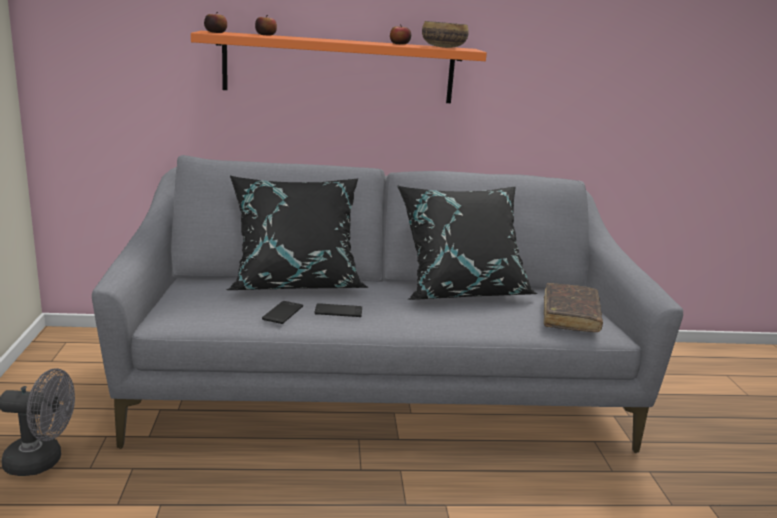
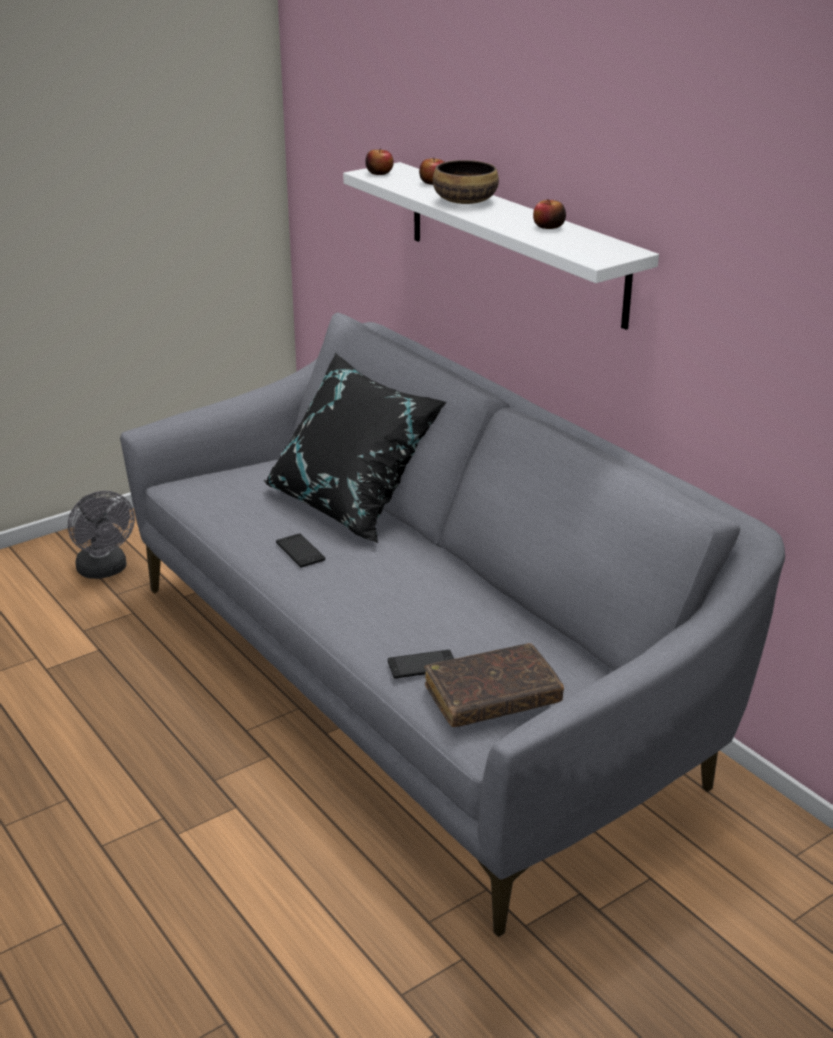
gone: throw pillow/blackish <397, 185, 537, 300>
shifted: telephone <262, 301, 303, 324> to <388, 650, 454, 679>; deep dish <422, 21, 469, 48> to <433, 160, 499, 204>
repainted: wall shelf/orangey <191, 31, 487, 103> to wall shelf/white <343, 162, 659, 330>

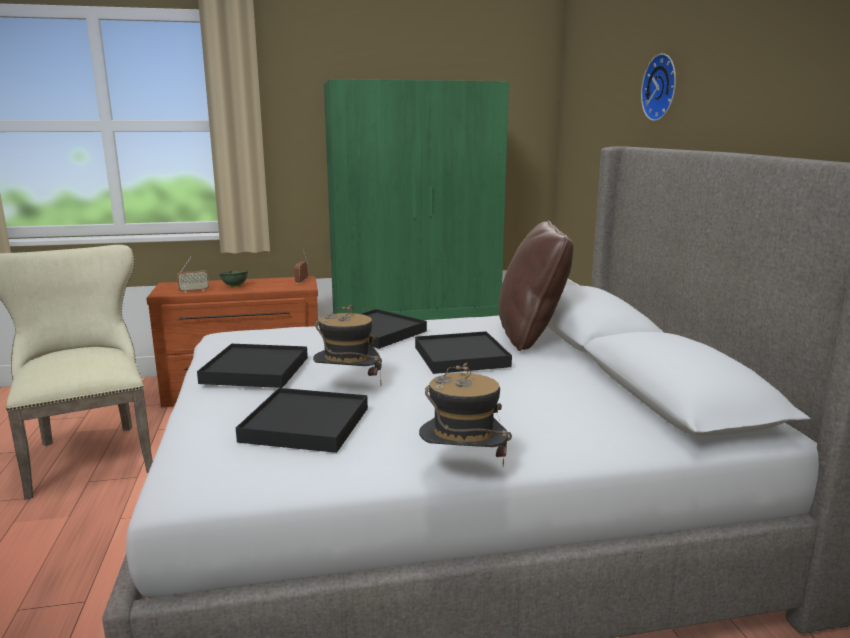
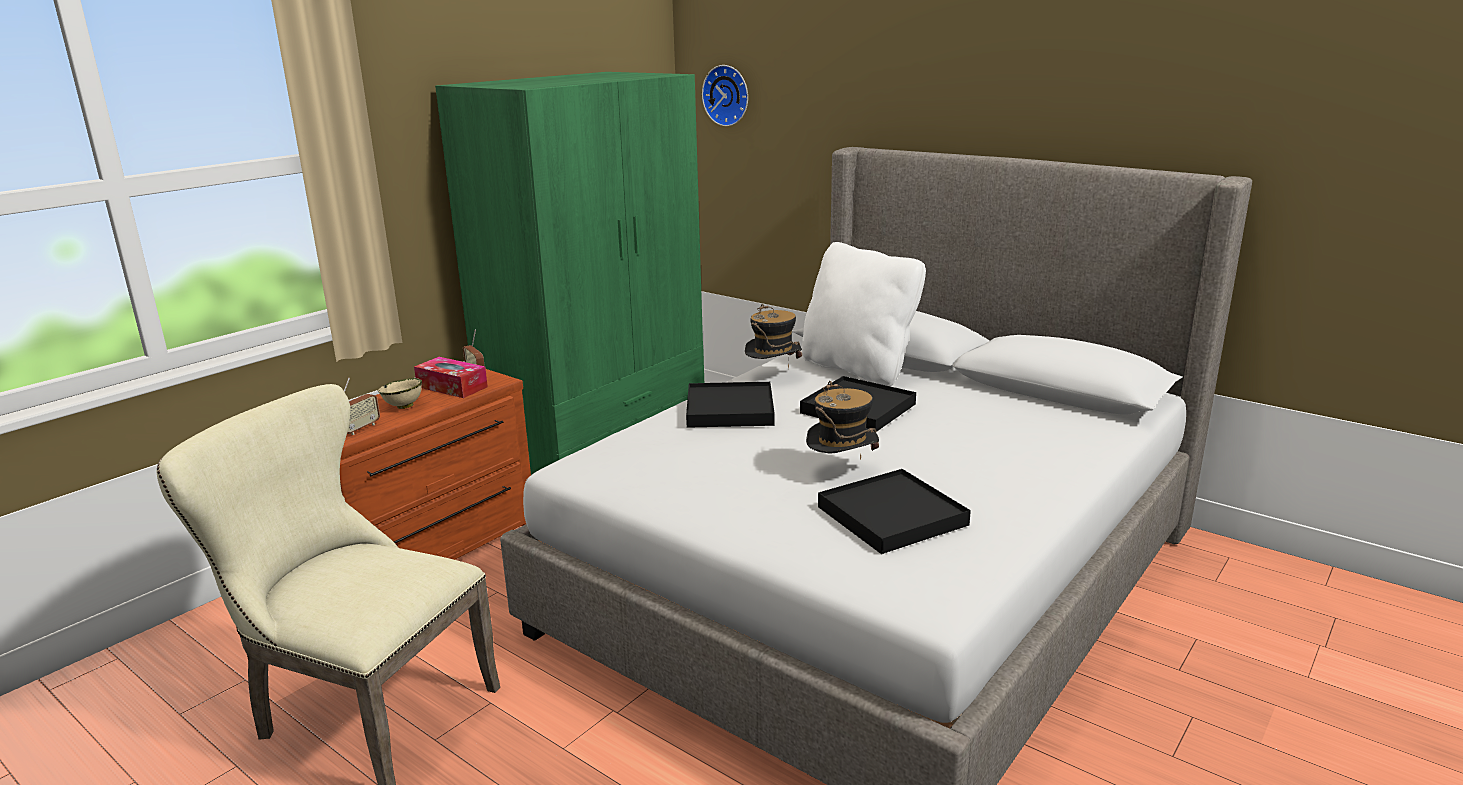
gone: serving tray/blackish <197, 344, 308, 388>
new: tissue holder <414, 357, 488, 398>
shifted: hanging clock <641, 53, 676, 121> to <702, 65, 748, 127>; clothing hat <419, 363, 512, 466> to <745, 304, 802, 369>
repainted: deep dish/green <219, 270, 248, 288> to deep dish/beige-coloured <378, 378, 422, 409>; throw pillow/brownish <499, 220, 574, 351> to throw pillow/white <802, 242, 926, 386>

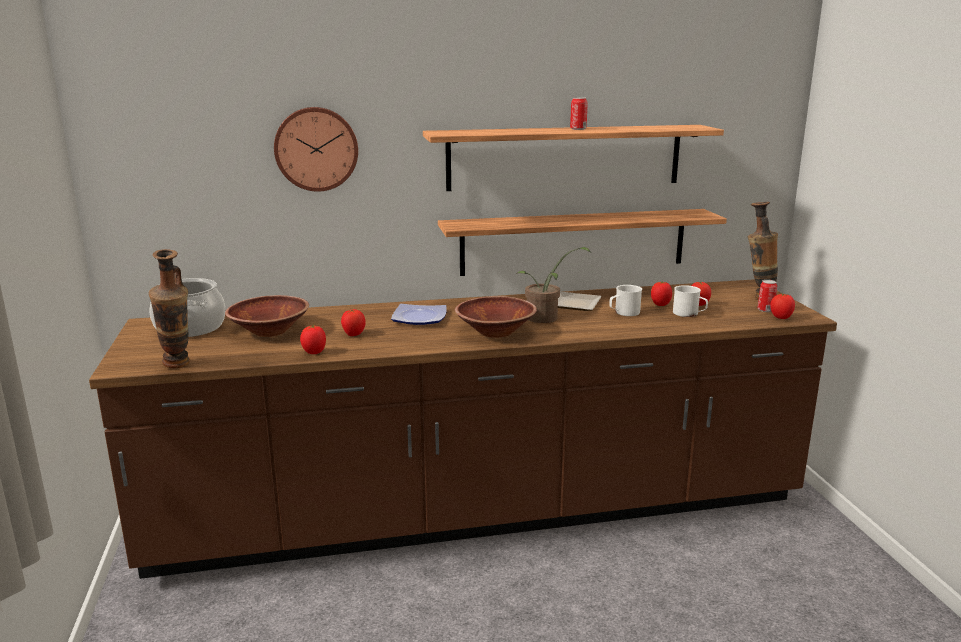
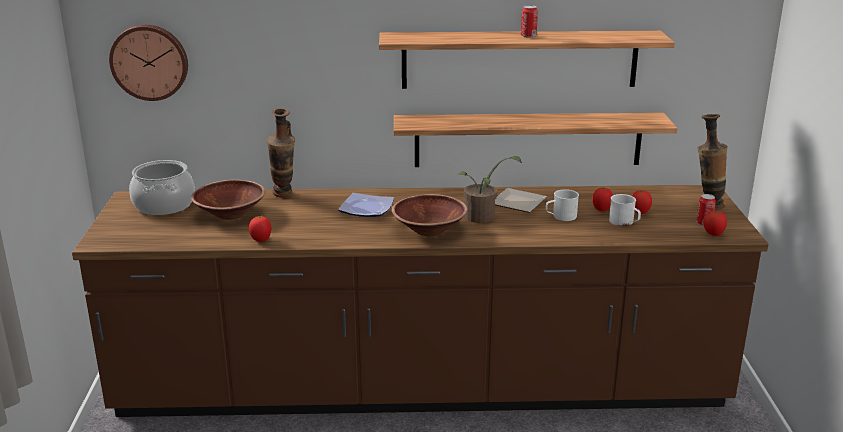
gone: tomato <341, 309, 366, 336>
shifted: hanging clock <274, 107, 358, 192> to <109, 25, 188, 101>; flower vase <149, 249, 189, 369> to <267, 108, 295, 198>

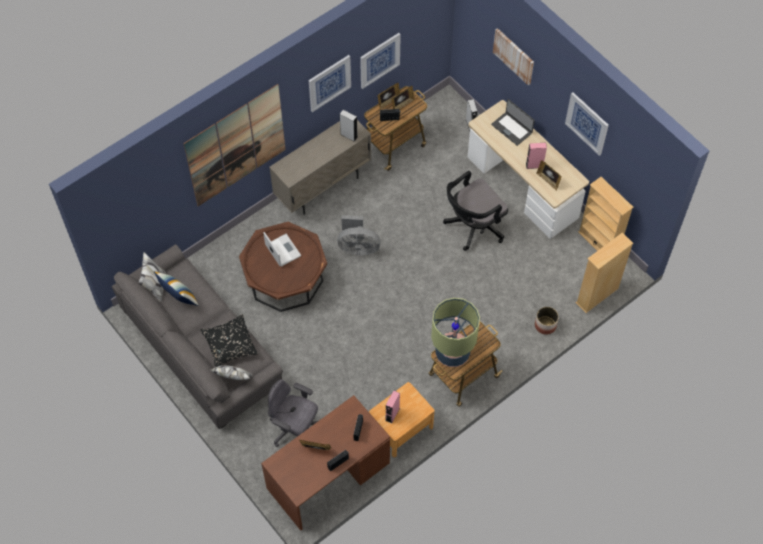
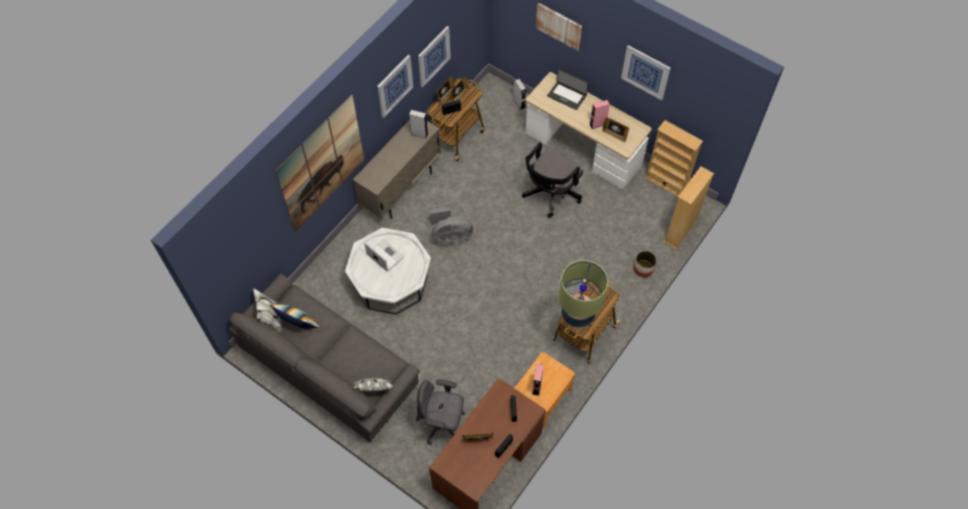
gone: throw pillow/blackish <200, 314, 258, 367>
repainted: low table/brownish <239, 222, 327, 312> to low table/white <345, 228, 431, 315>

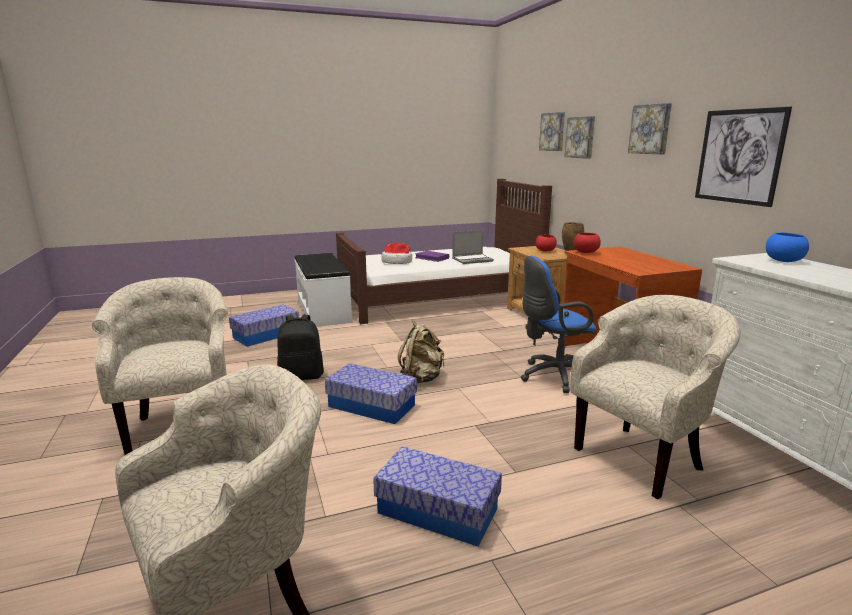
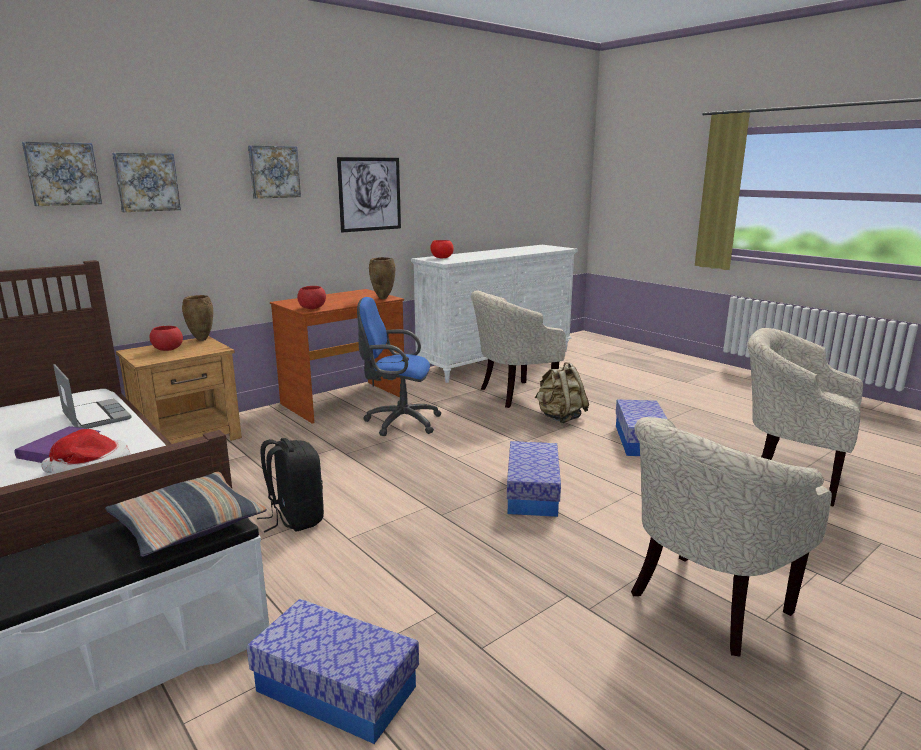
new: throw pillow <105, 472, 267, 557>; flower vase/brownish <369, 257, 395, 299>
shifted: rucksack/blackish <277, 315, 324, 380> to <257, 438, 324, 532>; rucksack/beige-coloured <398, 320, 444, 383> to <535, 362, 589, 423>
repainted: deep dish/blue <766, 232, 809, 262> to deep dish/reddish <430, 240, 454, 258>
rotated: computer chair/blue <521, 256, 597, 393> = <357, 297, 442, 436> 135 degrees clockwise; armchair/beige-coloured <570, 295, 741, 500> = <471, 290, 566, 408> 60 degrees counterclockwise

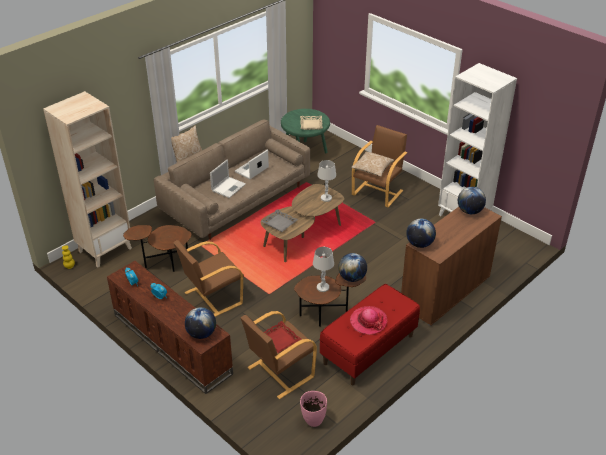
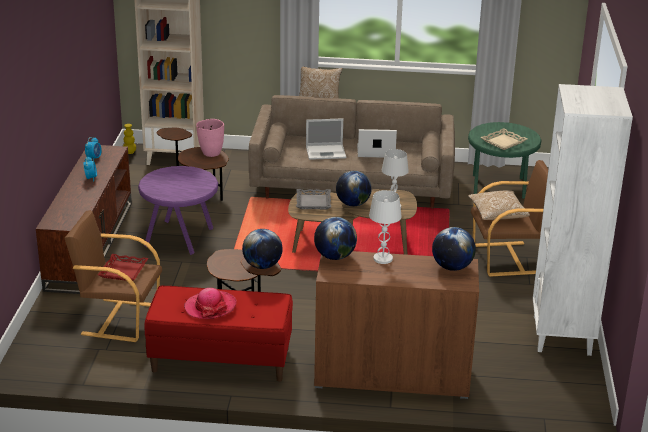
shifted: flower vase/pink-coloured <300, 391, 327, 427> to <196, 119, 224, 157>; desk globe <185, 307, 216, 339> to <336, 171, 372, 206>; lamp for a table/white <313, 247, 334, 292> to <369, 190, 402, 264>
swapped: armchair/brownish <173, 240, 244, 317> to accent table/purple <138, 166, 218, 255>

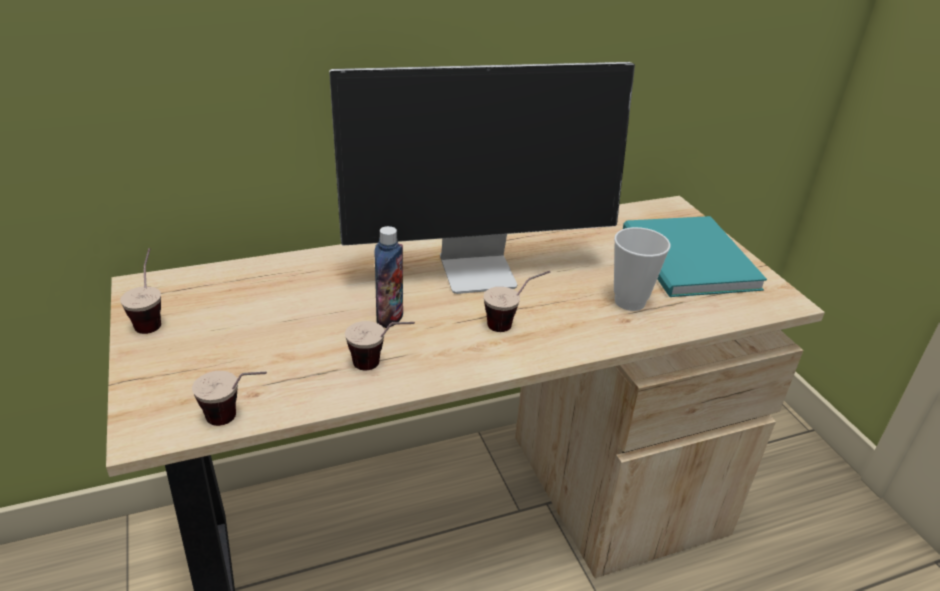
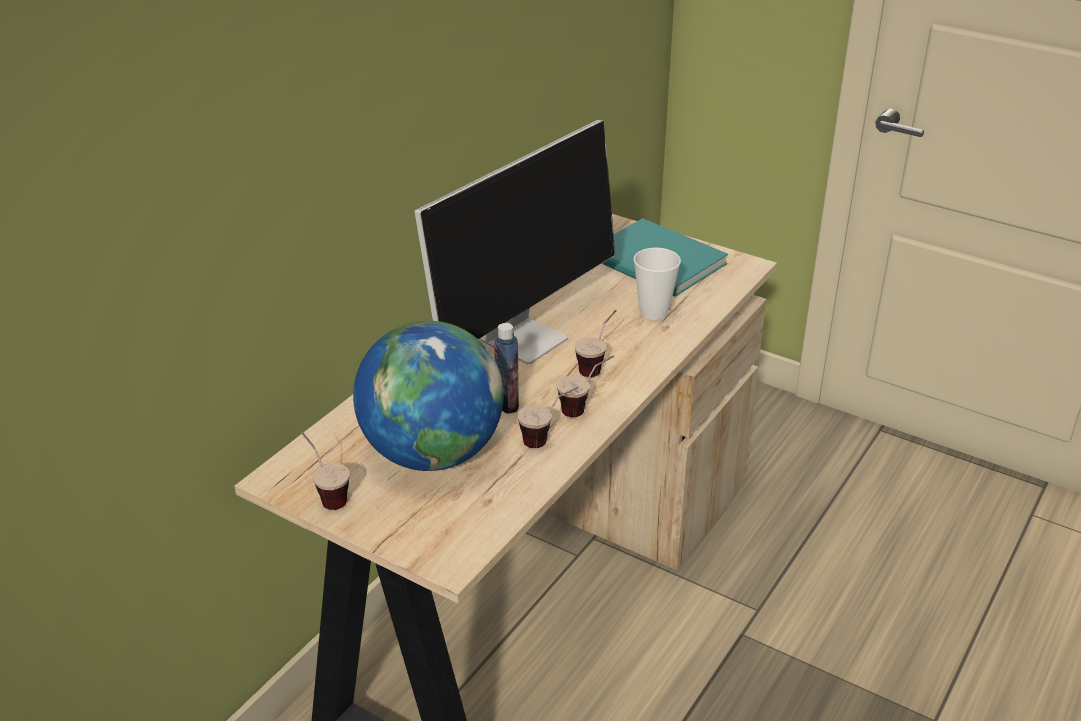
new: desk globe <353, 321, 504, 471>
shifted: cup <192, 371, 267, 426> to <557, 356, 614, 417>

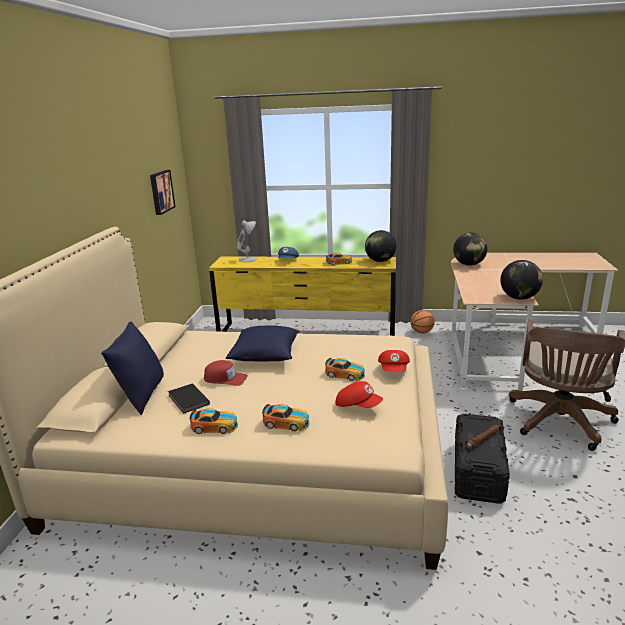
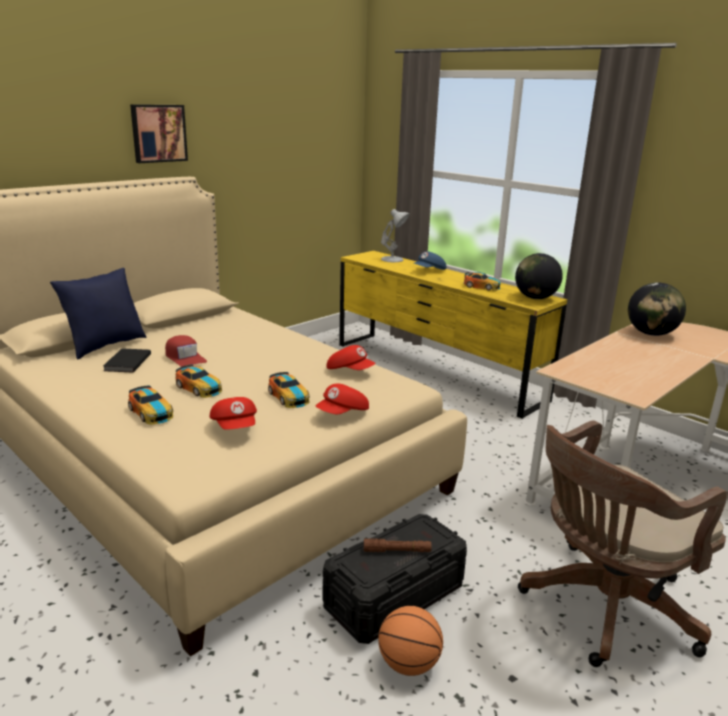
gone: throw pillow/blue <226, 325, 299, 362>; desk globe <500, 260, 543, 300>
new: cap/reddish <327, 345, 376, 370>
shifted: wall picture <150, 170, 175, 215> to <130, 104, 188, 163>; miniature car <190, 408, 238, 434> to <175, 364, 222, 398>; basketball ball <410, 310, 435, 333> to <378, 606, 443, 676>

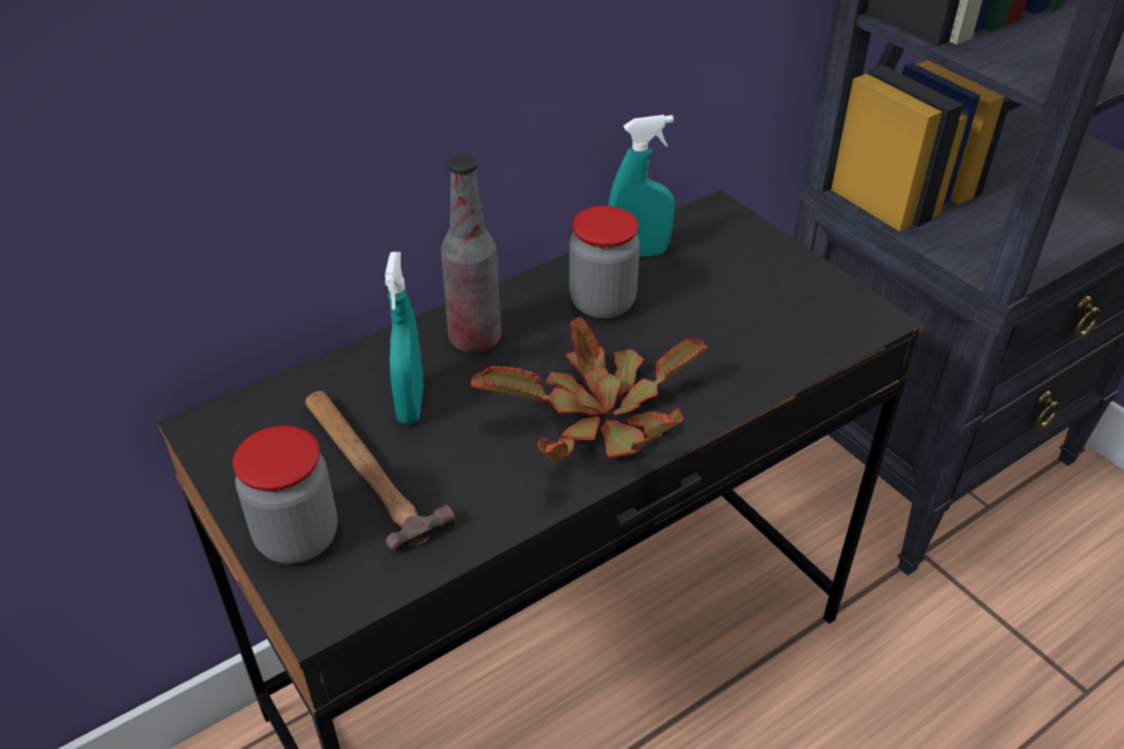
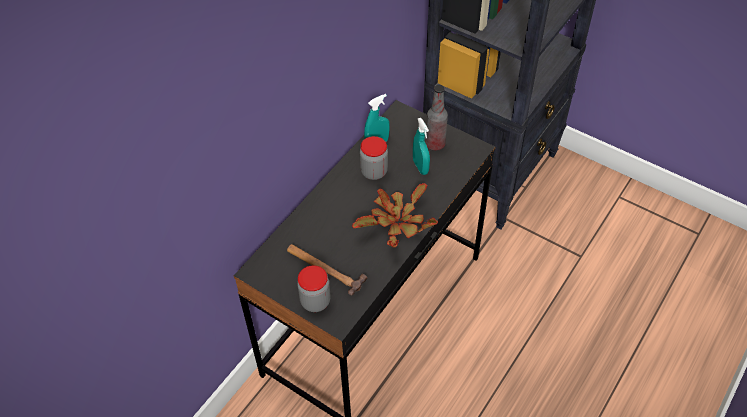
shifted: spray bottle/blue-green <385, 252, 424, 424> to <413, 118, 430, 175>; bottle <441, 155, 501, 353> to <425, 85, 448, 151>

